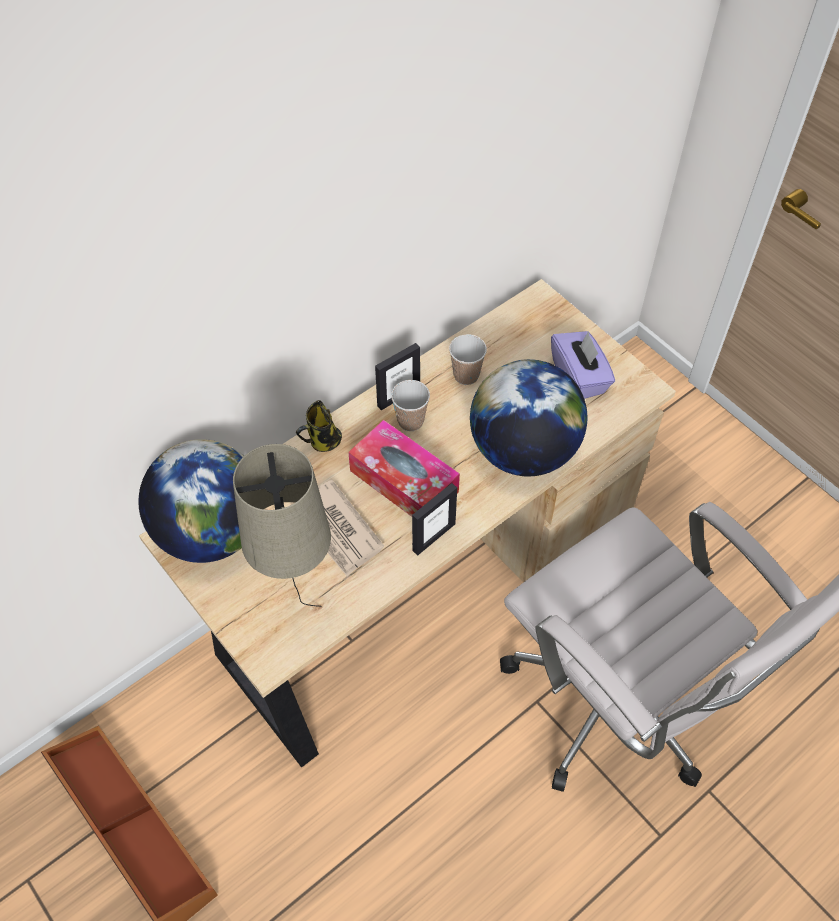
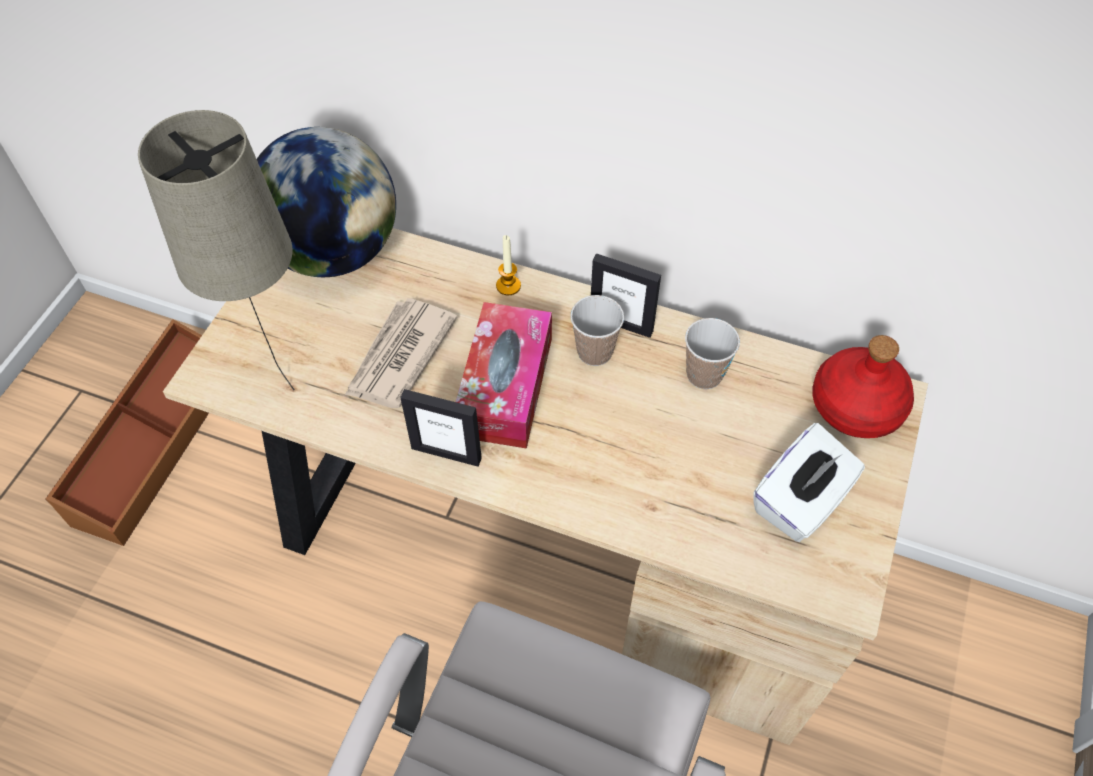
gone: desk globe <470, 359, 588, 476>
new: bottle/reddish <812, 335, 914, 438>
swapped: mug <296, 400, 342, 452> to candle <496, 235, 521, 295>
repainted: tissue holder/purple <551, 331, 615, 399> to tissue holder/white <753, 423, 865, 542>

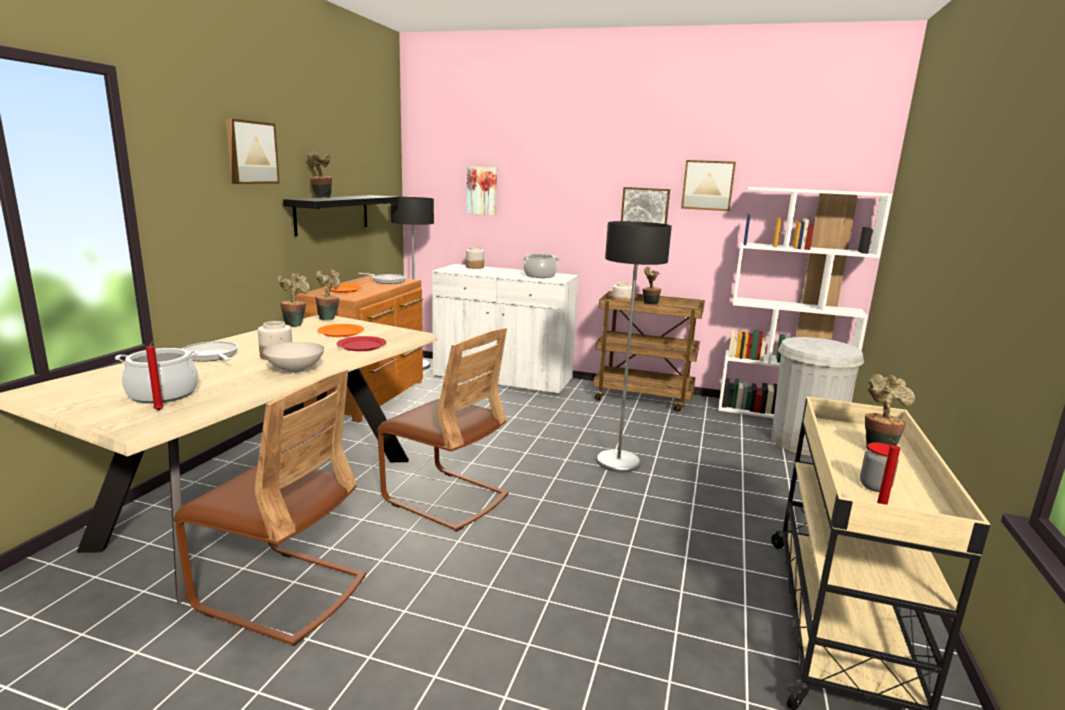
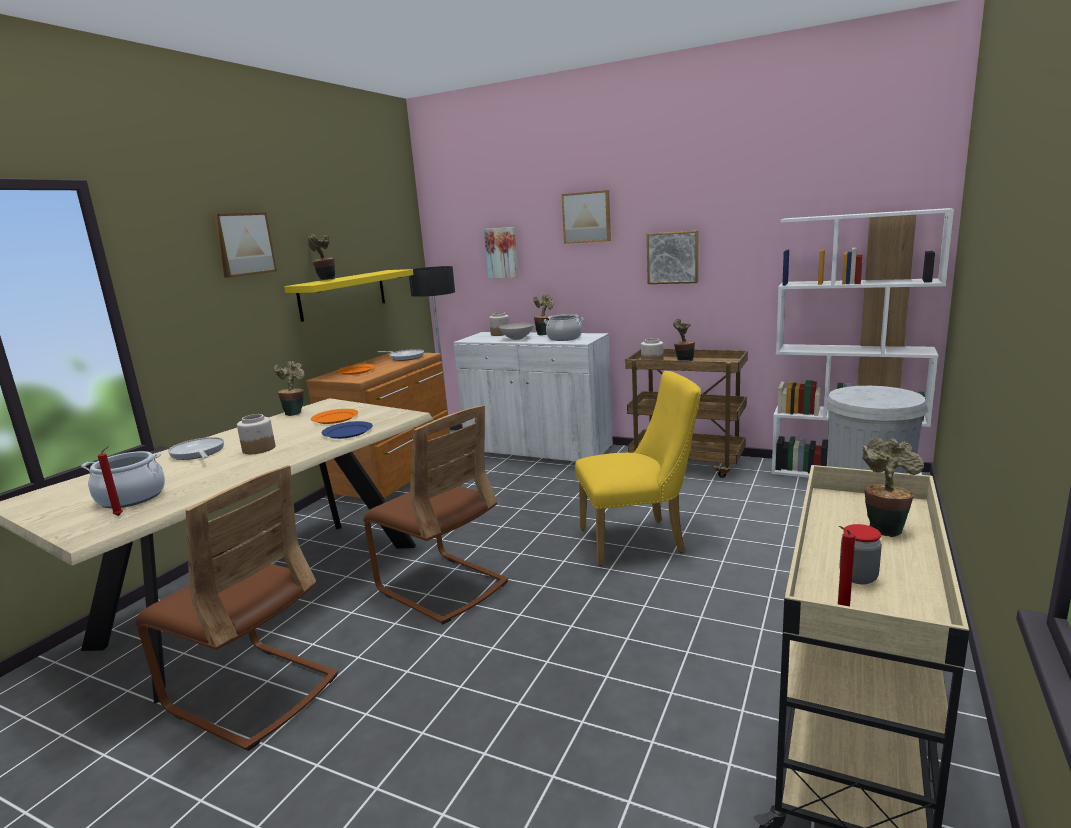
shifted: deep dish/white <263, 342, 324, 373> to <499, 323, 534, 340>; houseplant <315, 269, 340, 321> to <533, 294, 554, 335>; wall picture <681, 160, 736, 211> to <561, 190, 611, 244>
swapped: standing lamp <597, 221, 672, 473> to plain chair/yellowish <575, 371, 701, 566>
repainted: wall shelf/blackish <283, 195, 399, 236> to wall shelf/yellowish <284, 269, 414, 322>; flat dish/reddish <337, 336, 387, 351> to flat dish/blue <322, 421, 373, 439>

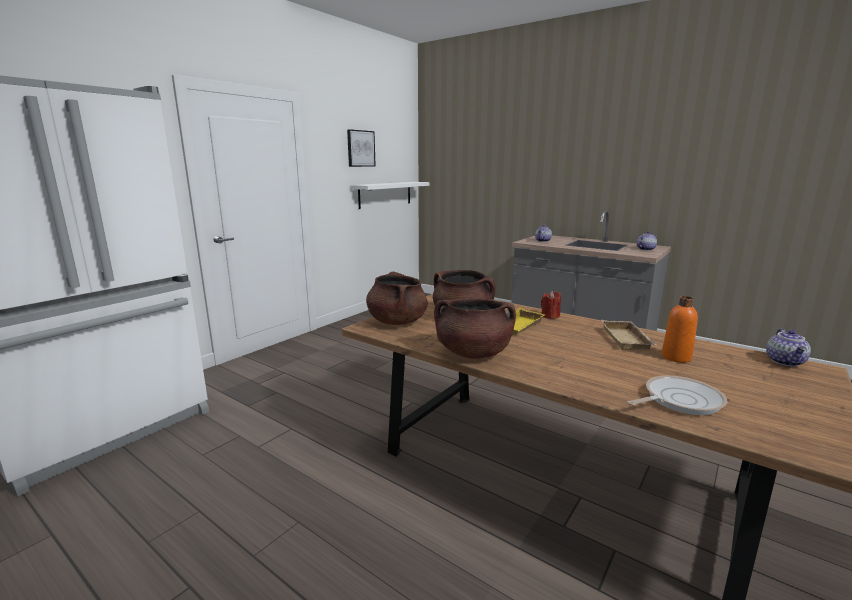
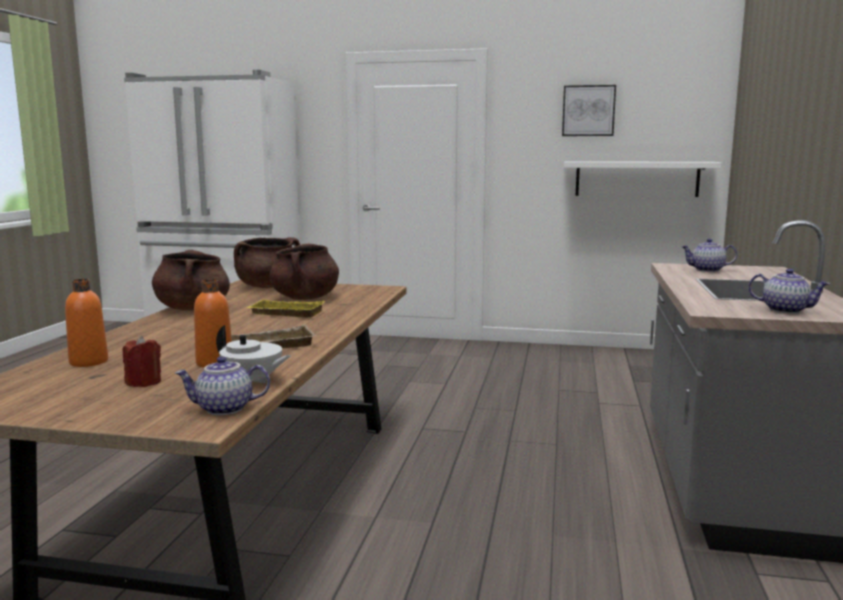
new: teapot/white <216, 325, 291, 383>
shifted: candle/reddish <541, 291, 561, 319> to <122, 335, 161, 387>
swapped: skillet <628, 376, 727, 415> to bottle/orangey <65, 279, 108, 367>

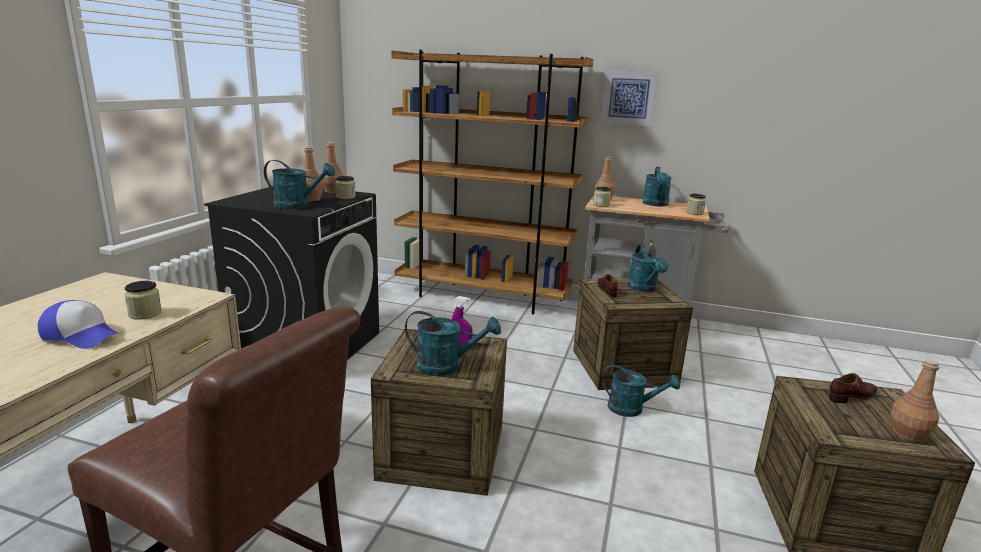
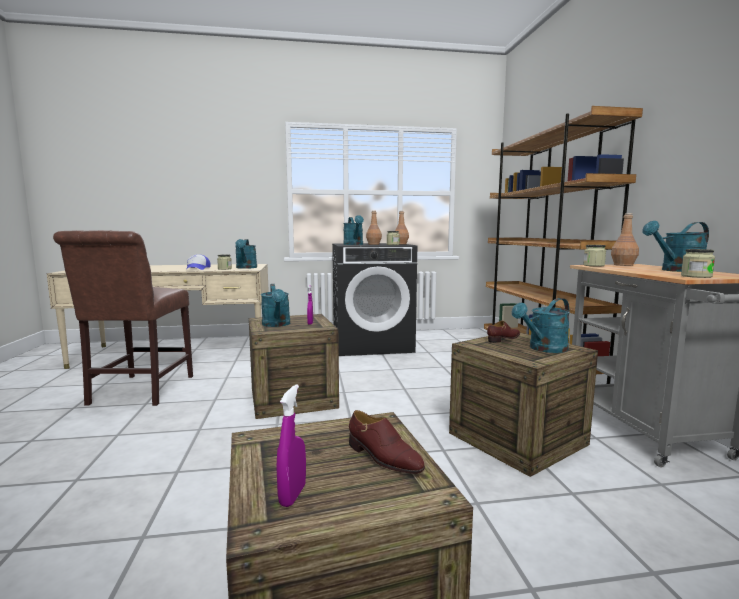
gone: wall picture <601, 70, 659, 126>
shifted: watering can/blue-green <602, 365, 680, 417> to <235, 239, 257, 269>
swapped: bottle/brownish <890, 359, 939, 442> to spray bottle/purple <276, 384, 306, 507>

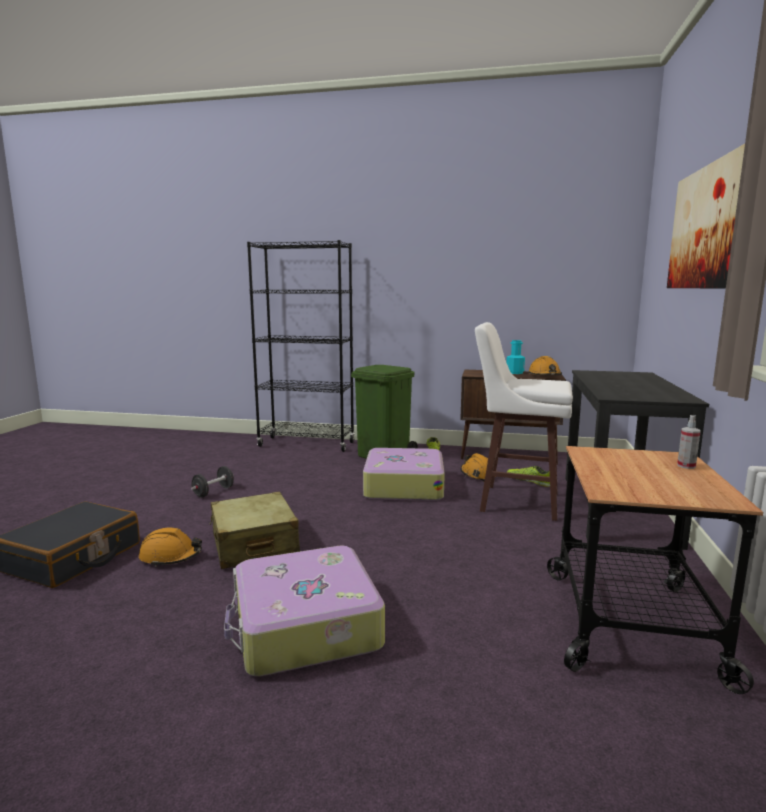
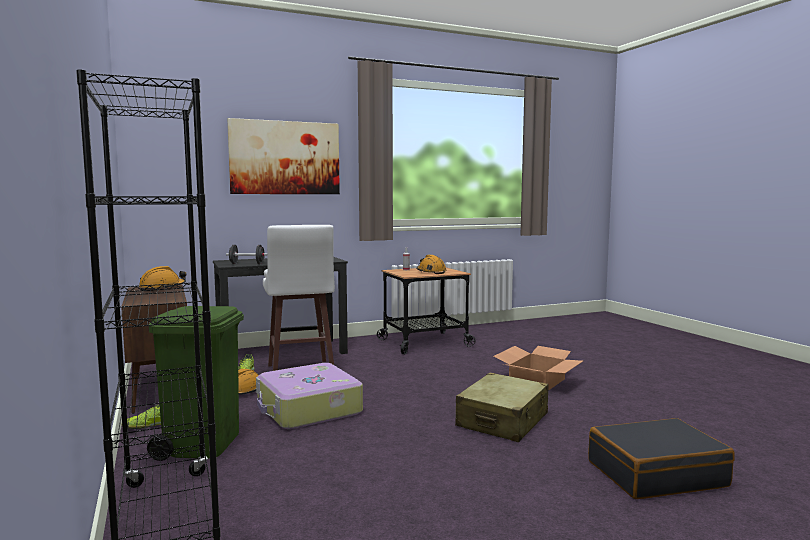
gone: bottle/blue-green <506, 340, 525, 374>
shifted: hand weight/blackish <191, 466, 234, 498> to <226, 245, 267, 264>; work helmet/orangey <139, 528, 202, 567> to <417, 255, 446, 274>
swapped: travel case <224, 546, 385, 676> to carton <494, 346, 583, 390>

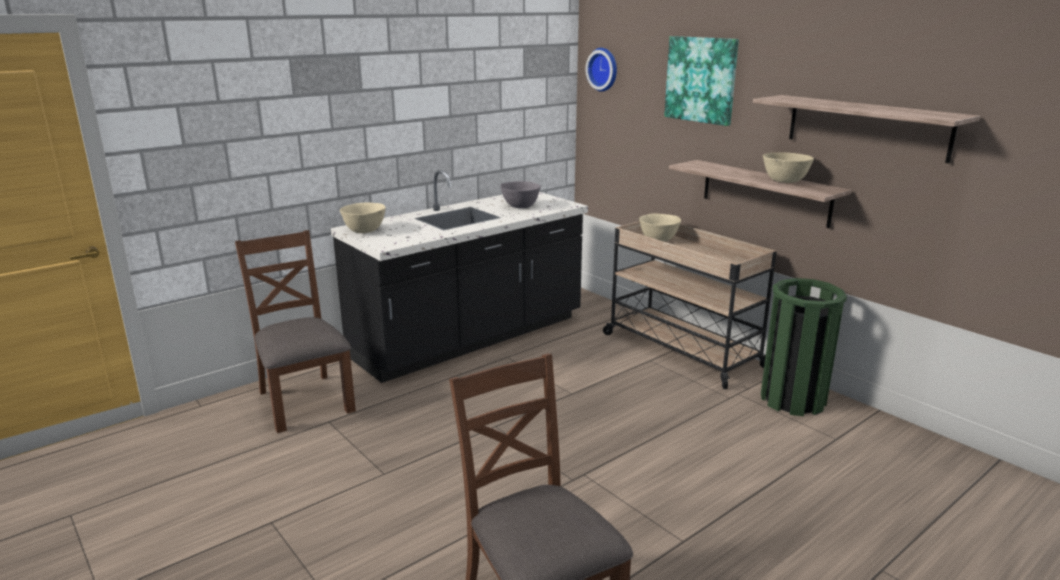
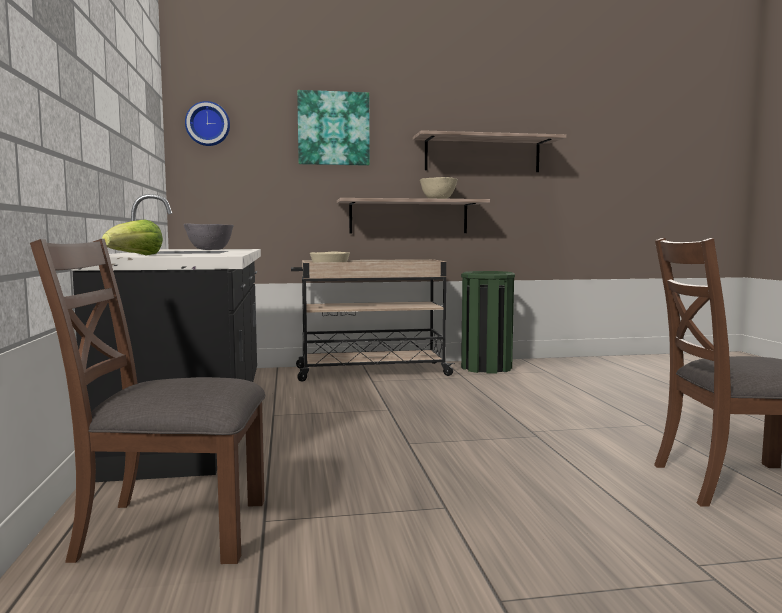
swapped: deep dish/beige-coloured <340, 203, 386, 233> to lettuce head <102, 220, 163, 255>

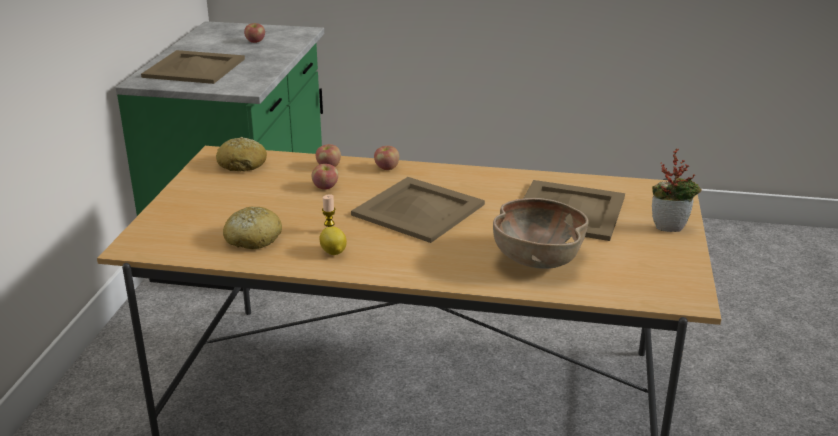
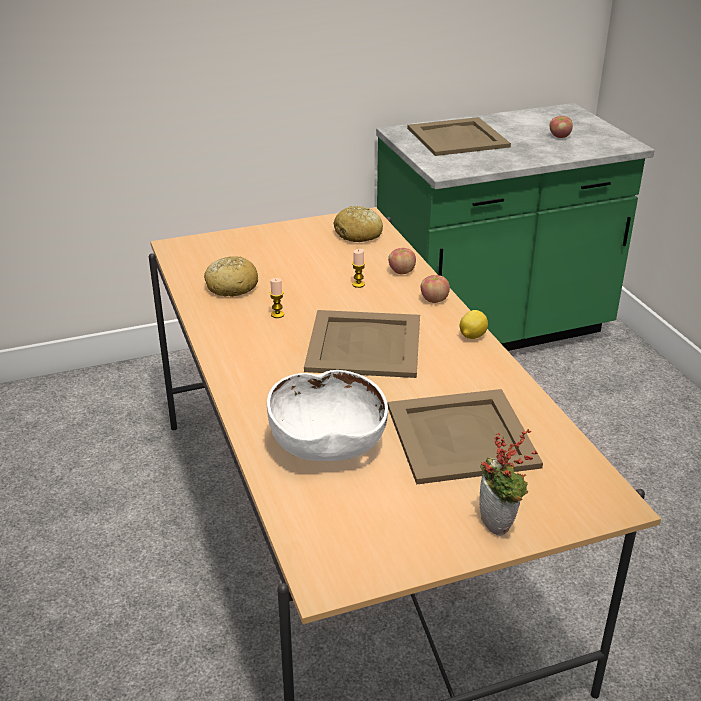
shifted: lemon <319, 227, 347, 255> to <460, 310, 488, 339>
swapped: apple <312, 164, 338, 190> to candle <352, 249, 365, 288>
repainted: deep dish/brownish <493, 198, 589, 269> to deep dish/white <267, 370, 388, 461>

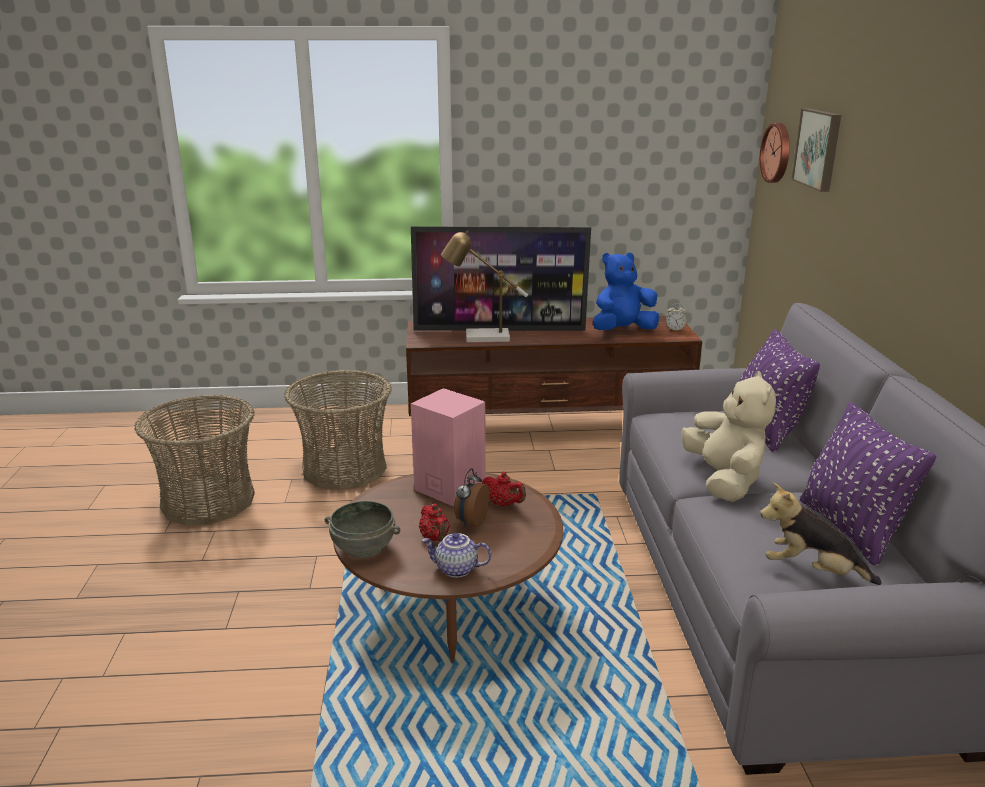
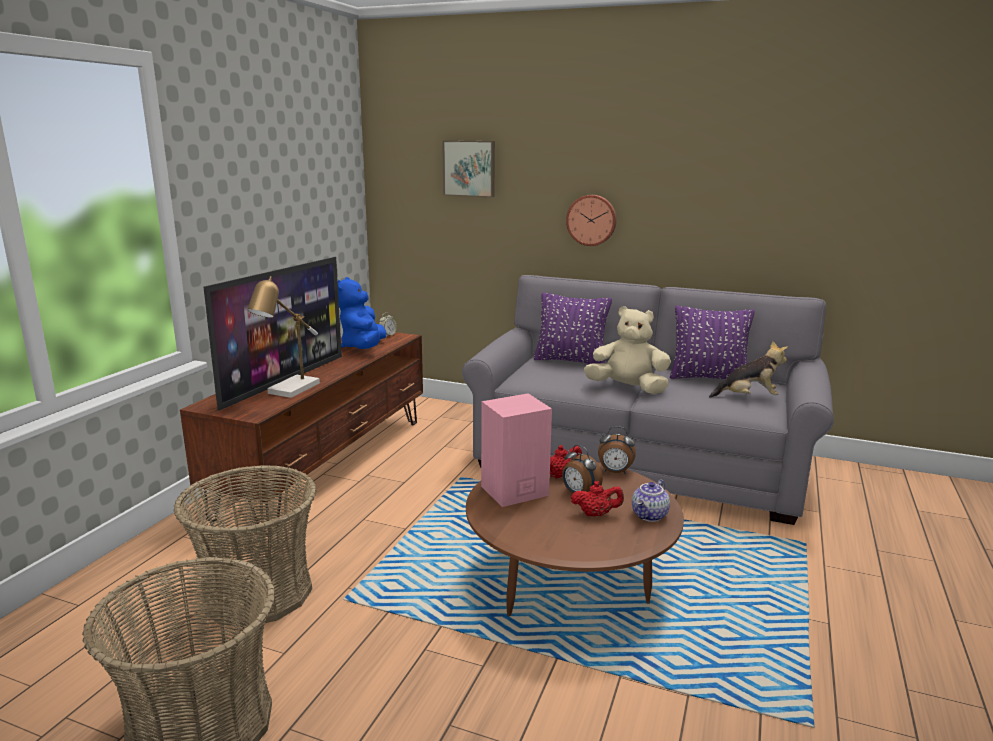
gone: deep dish/grey <325, 501, 400, 558>
new: alarm clock <598, 426, 636, 474>
shifted: hanging clock <760, 123, 790, 183> to <566, 195, 617, 246>
rotated: soft toy <760, 483, 882, 585> = <709, 341, 788, 398> 135 degrees counterclockwise

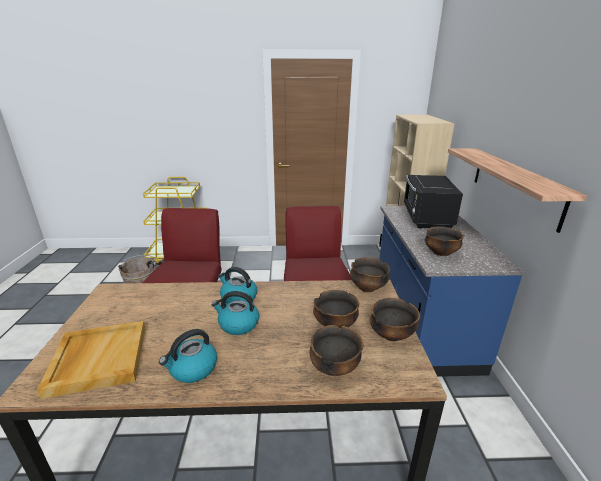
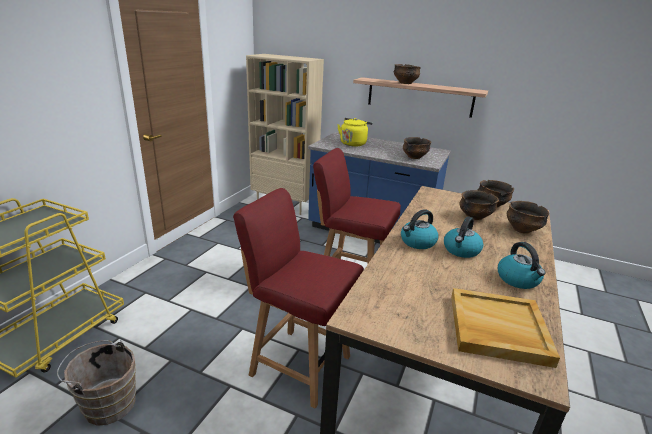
shifted: deep dish <350, 257, 390, 292> to <394, 64, 421, 84>
swapped: microwave oven/blackish <404, 175, 463, 229> to tea kettle/yellowish <337, 118, 373, 146>

